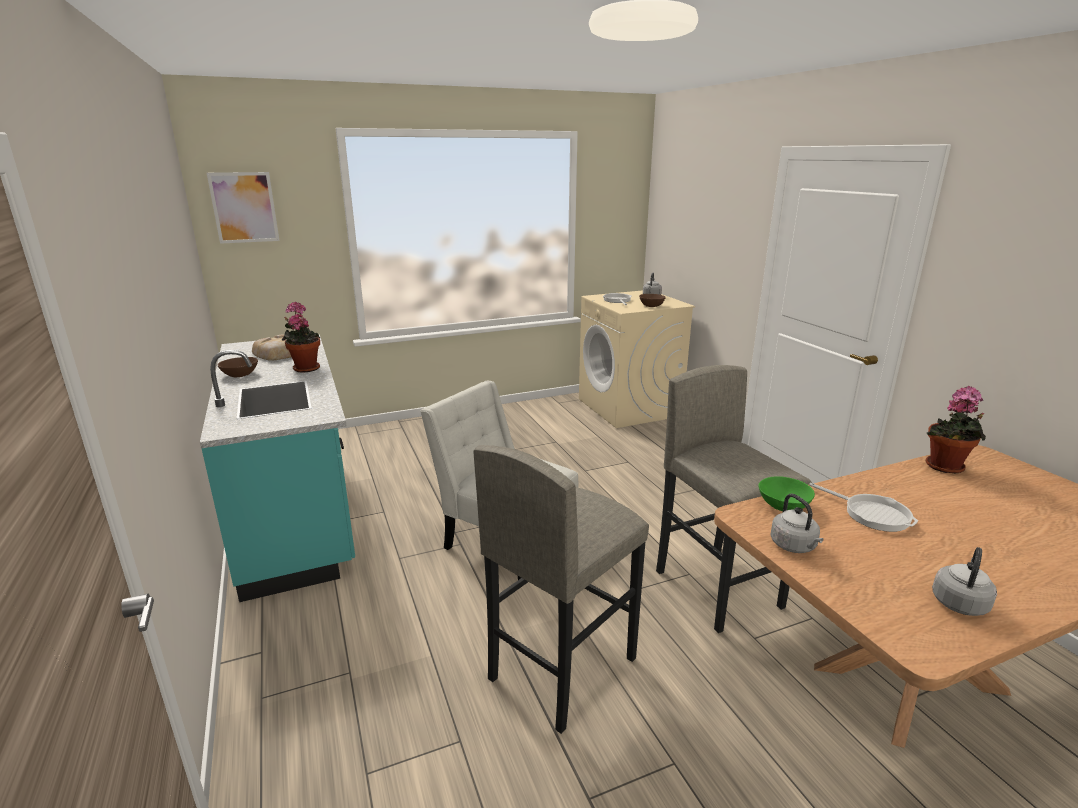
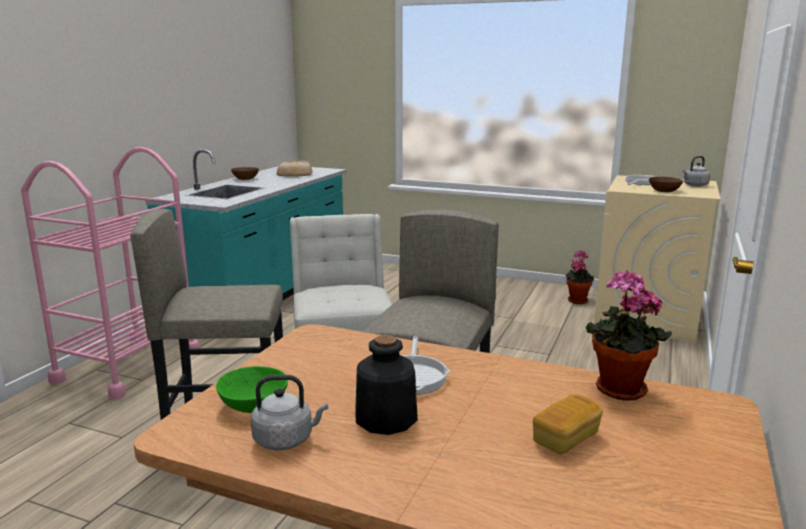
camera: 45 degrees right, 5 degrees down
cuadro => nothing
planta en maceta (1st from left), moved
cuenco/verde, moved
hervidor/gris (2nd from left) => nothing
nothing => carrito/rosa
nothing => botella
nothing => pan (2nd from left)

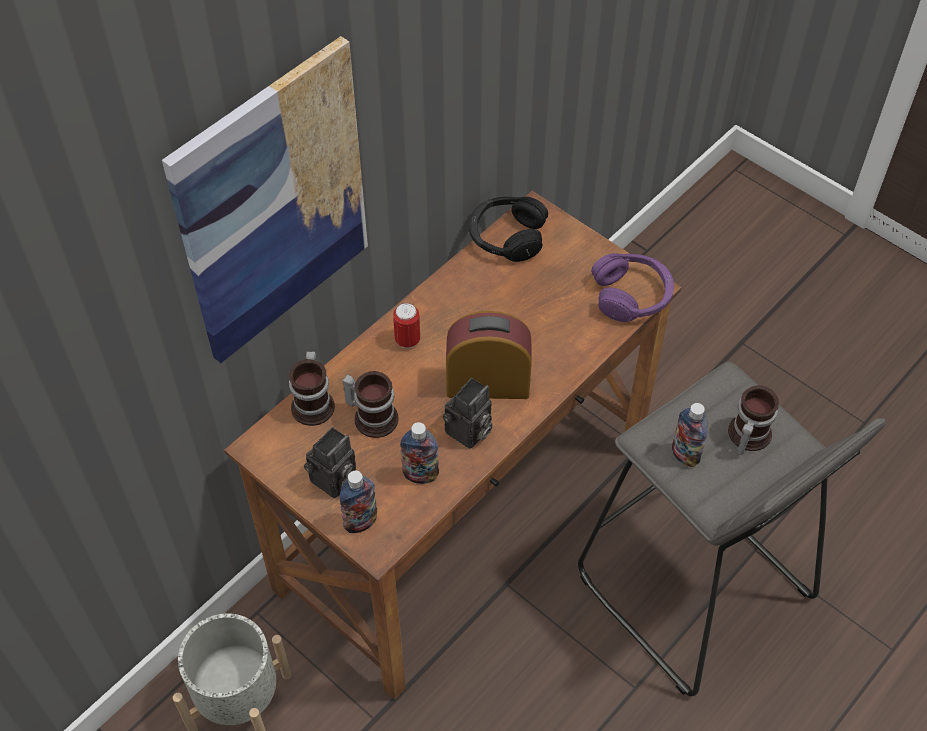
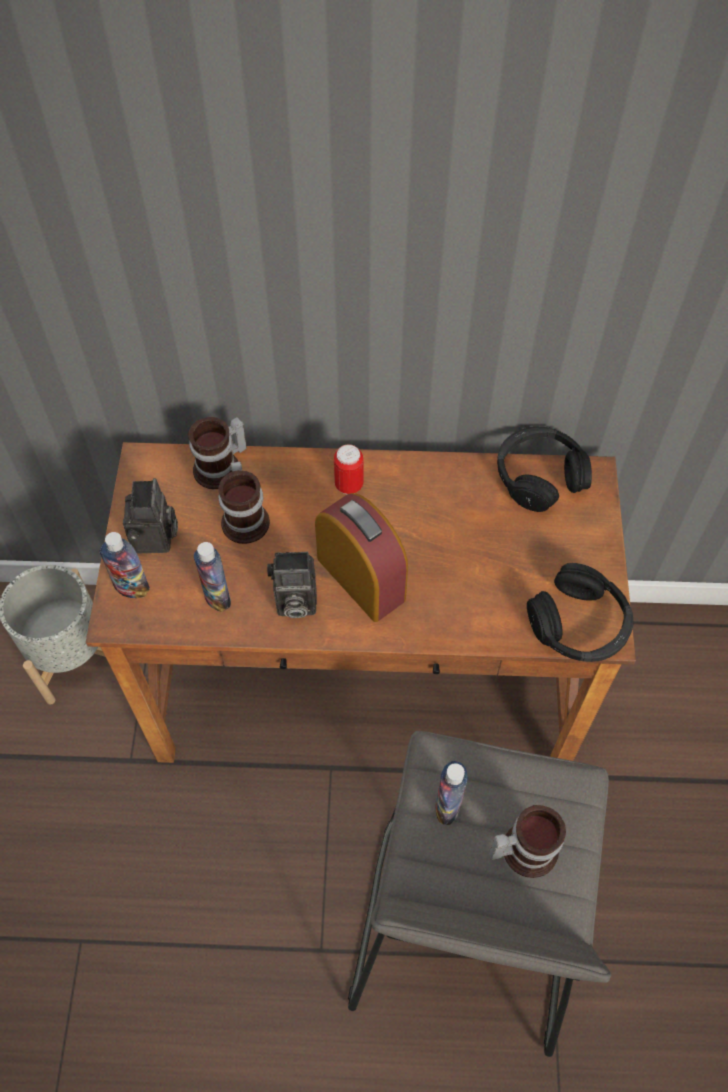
camera: 50 degrees right, 5 degrees up
cuadro => nothing
auriculares/morado => auriculares/negro (2nd from left)
cámara (1st from left), 90 degrees counterclockwise

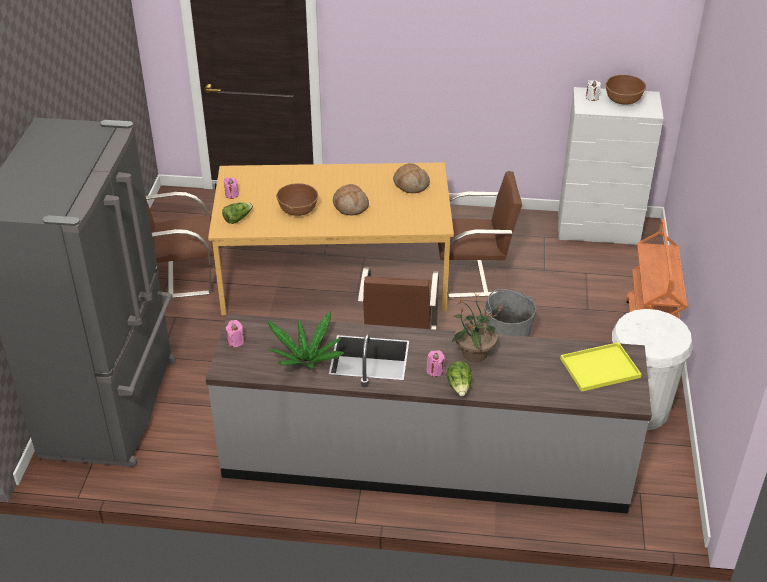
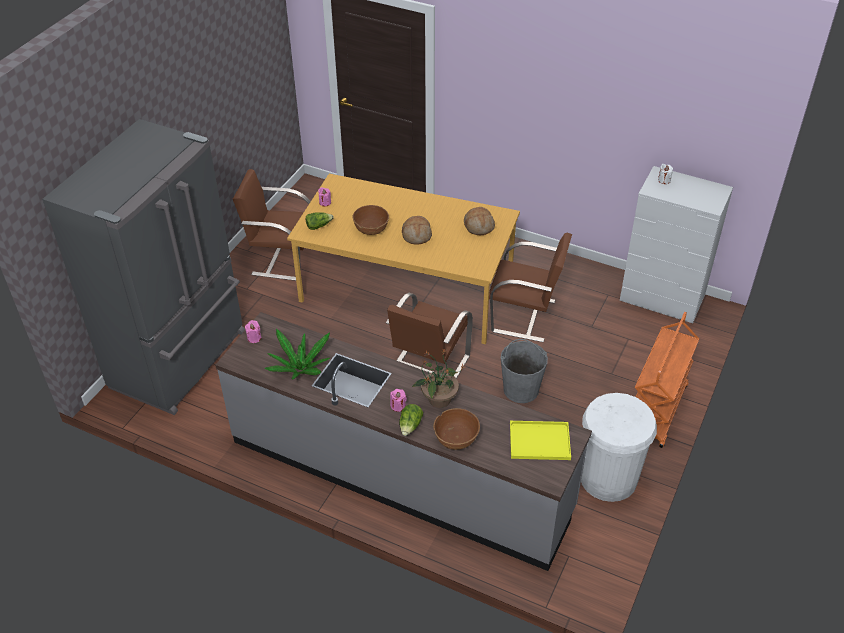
camera: 20 degrees right, 5 degrees up
cuenco/marrón (2nd from left), moved

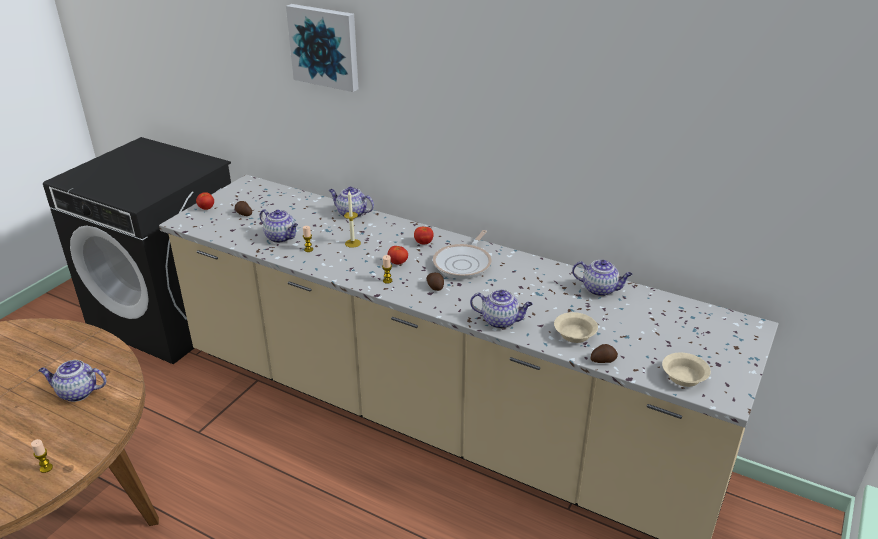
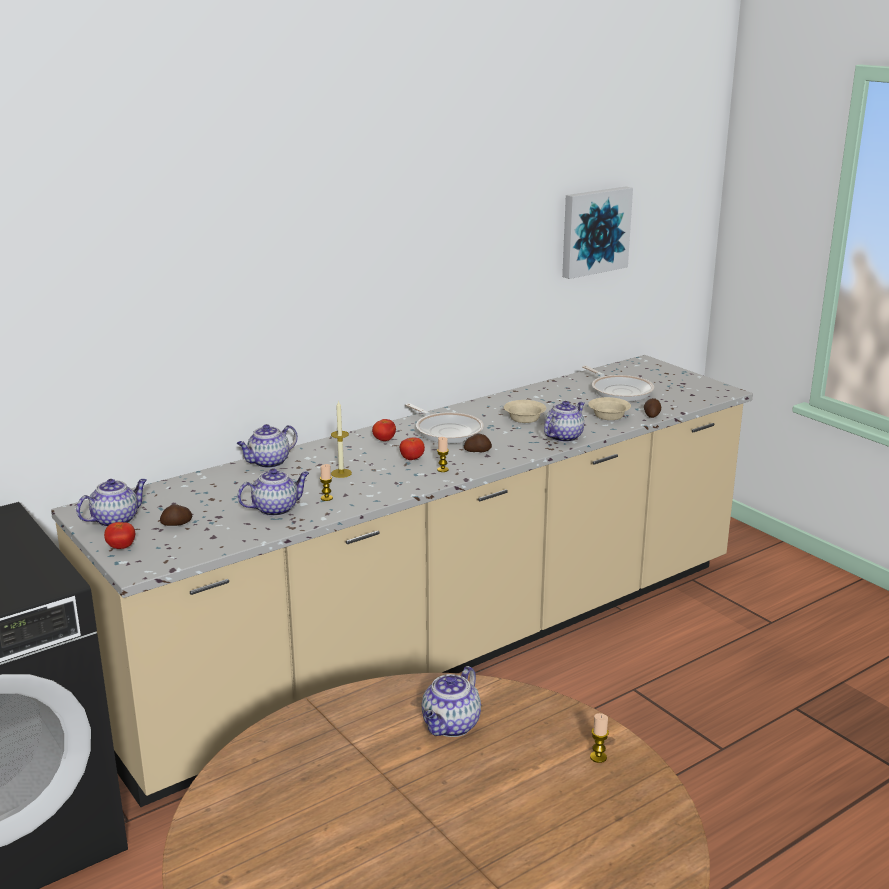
camera: 65 degrees left, 10 degrees down
cuadro, moved
tetera (5th from left in the first image) => tetera (1st from left), moved
cuenco/beis (2nd from left in the first image) => cuenco/beis (1st from left), moved
nothing => sartén (2nd from left)

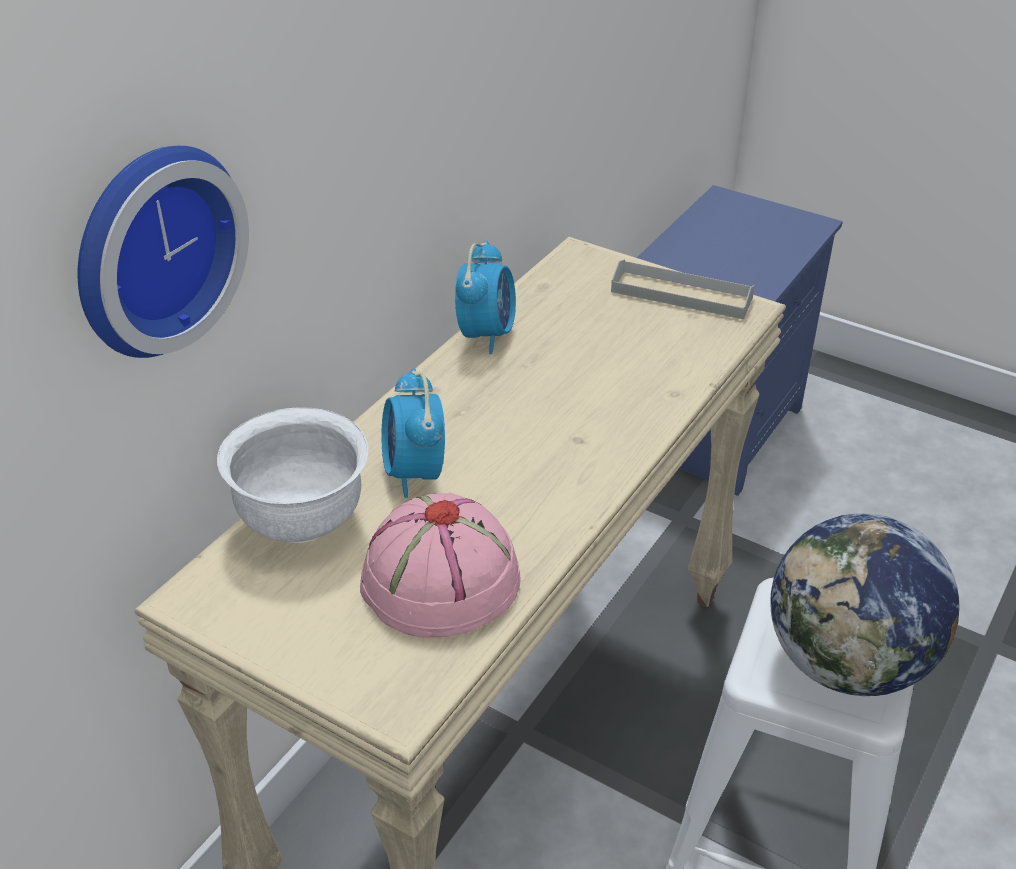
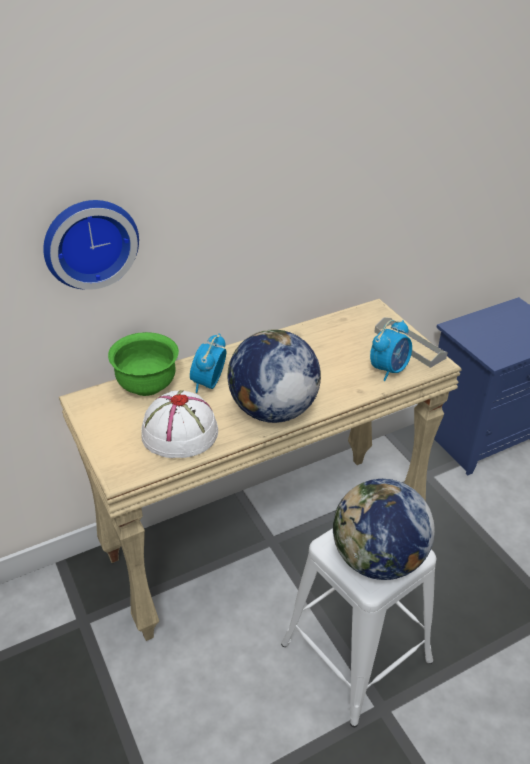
camera: 30 degrees right, 0 degrees up
despertador (2nd from left), moved
cuenco/blanco => cuenco/verde
sombrero/rosa => sombrero/blanco
nothing => globo terráqueo (1st from left)

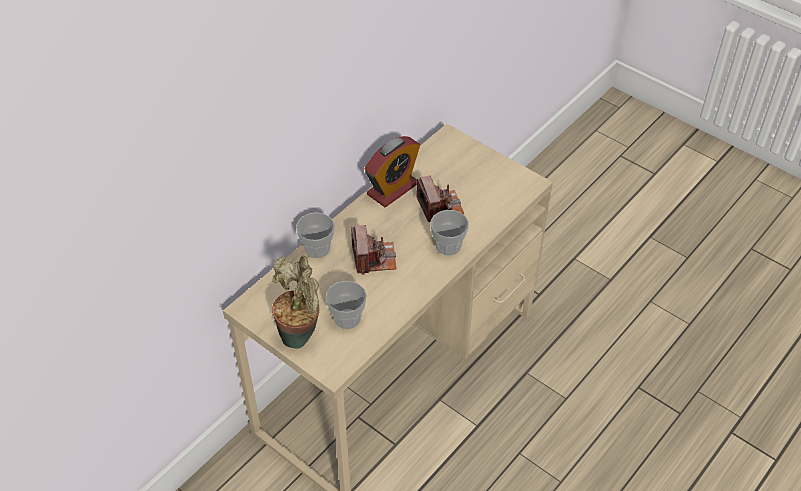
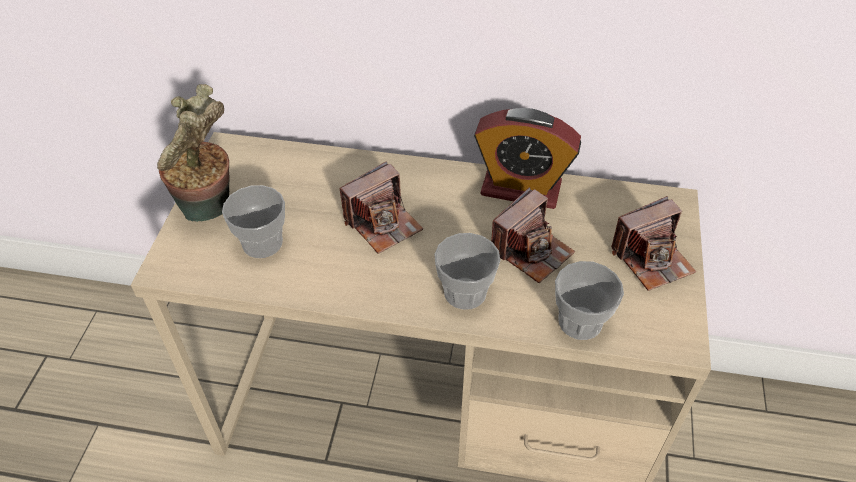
camera: 60 degrees right, 0 degrees up
taza (1st from left in the first image) => taza (3rd from left), moved
nothing => cámara (3rd from left)

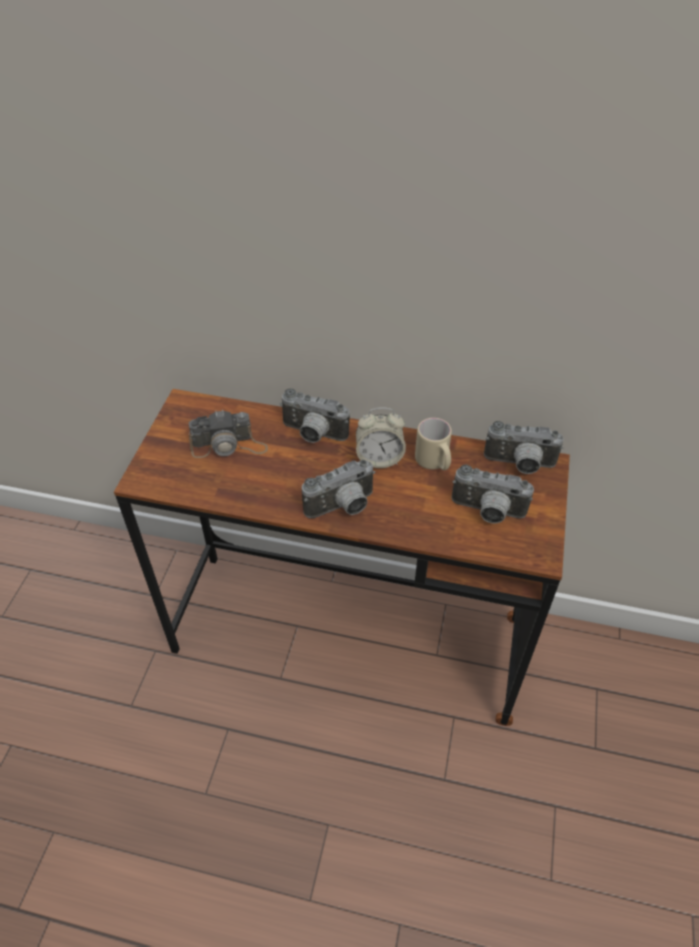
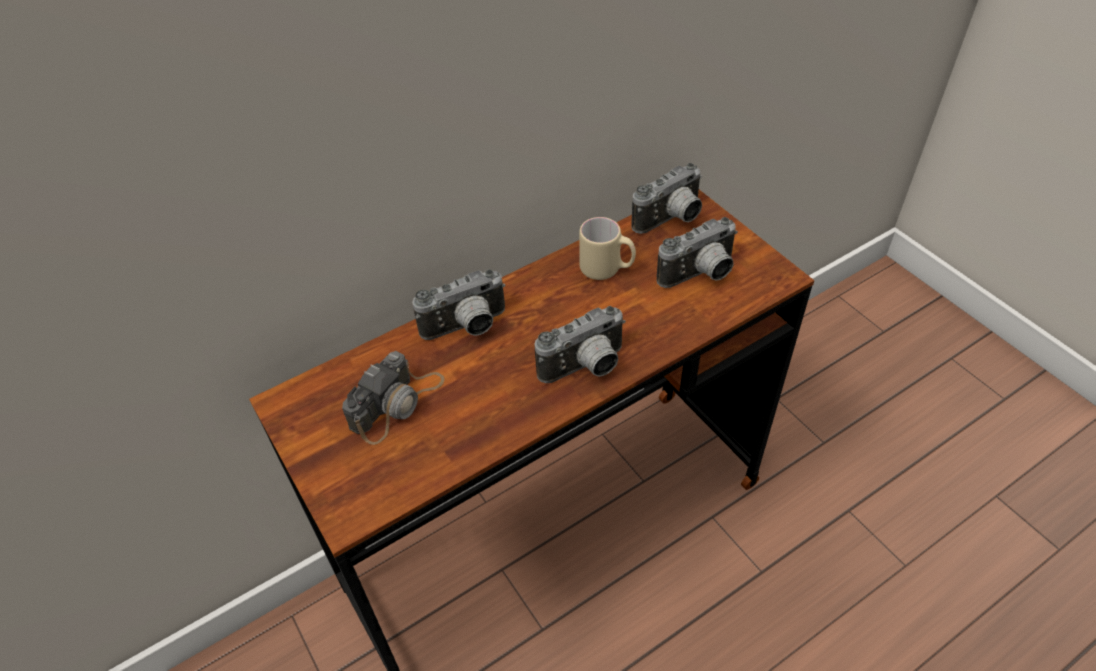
camera: 45 degrees left, 0 degrees up
despertador => nothing
cámara (3rd from left), 45 degrees clockwise

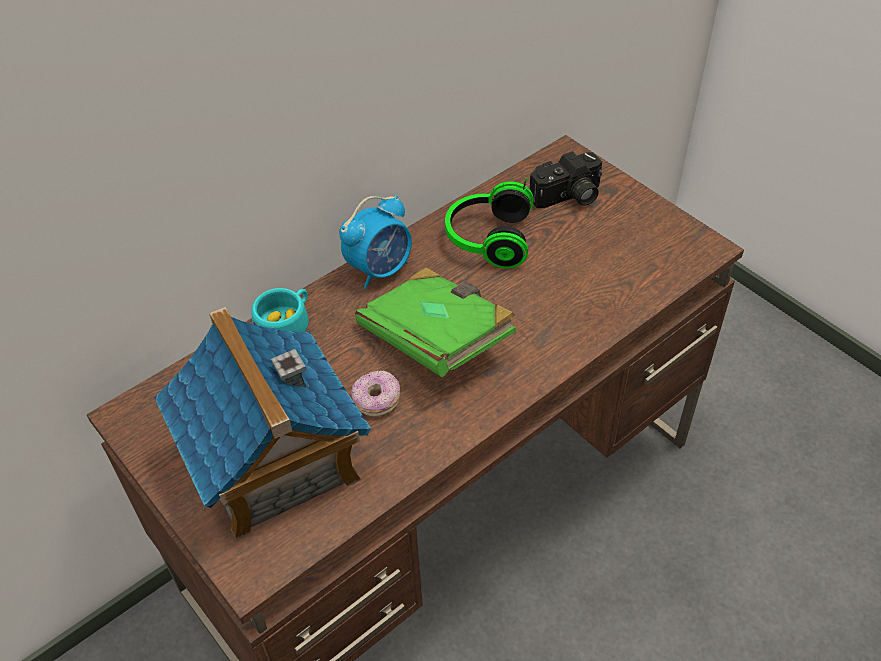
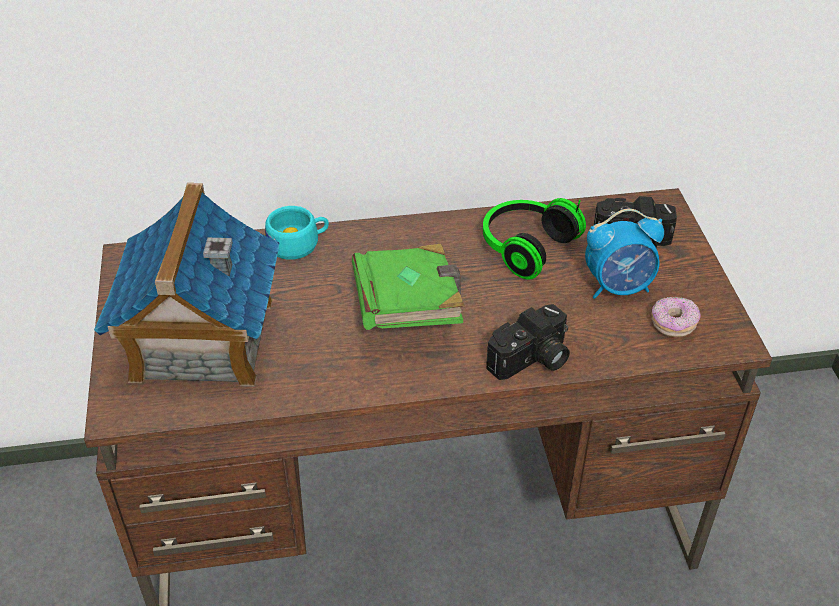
camera: 30 degrees right, 5 degrees down
despertador, moved
rosquilla, moved
nothing => cámara (1st from left)

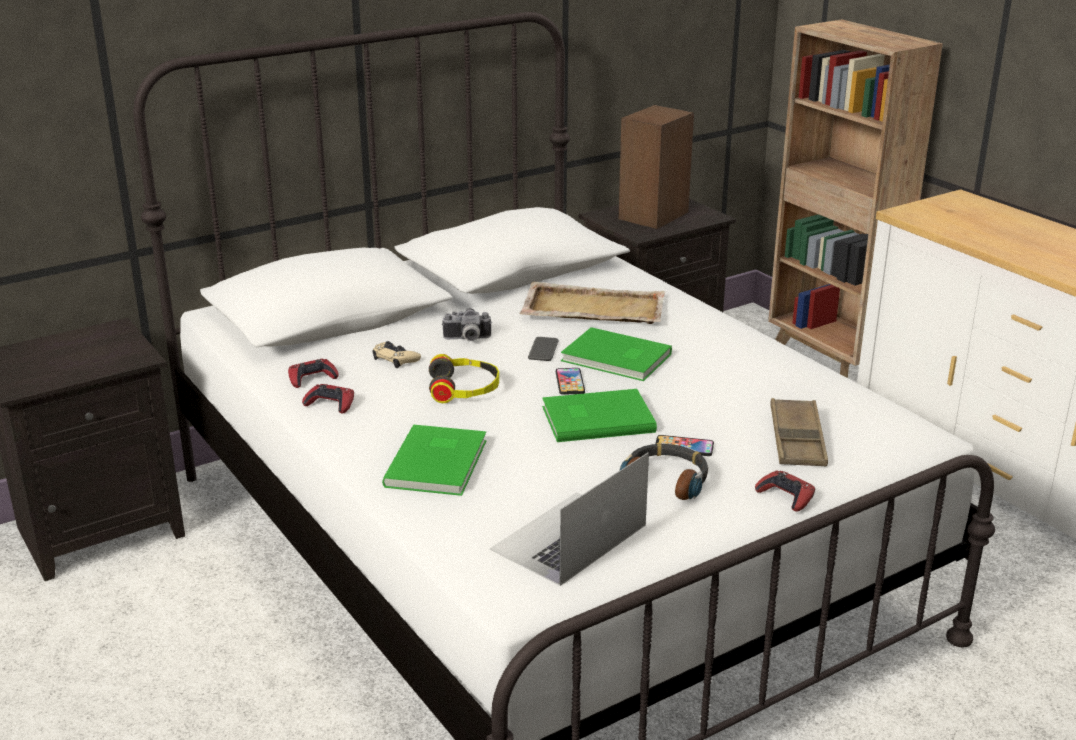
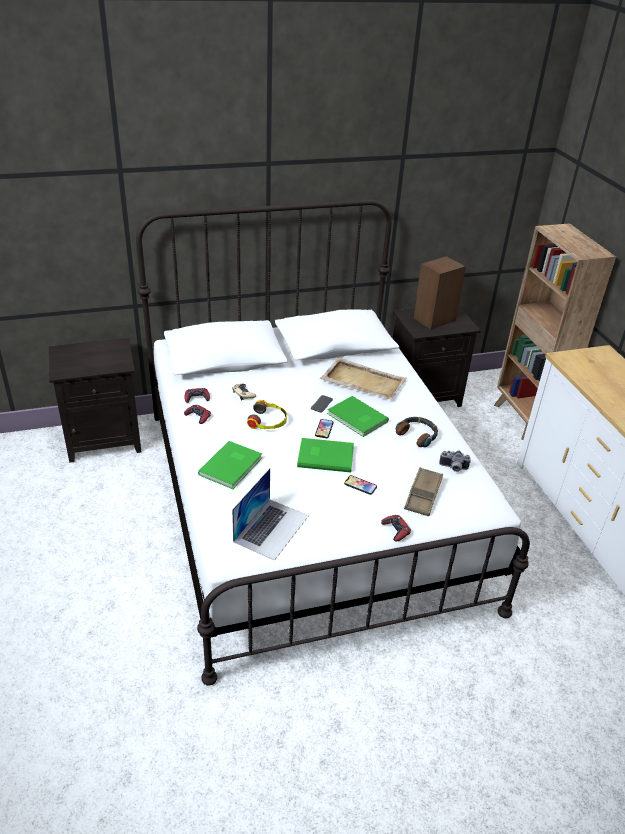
camera: 15 degrees right, 10 degrees up
cámara, moved
auriculares (2nd from left), moved
portátil, 150 degrees clockwise

